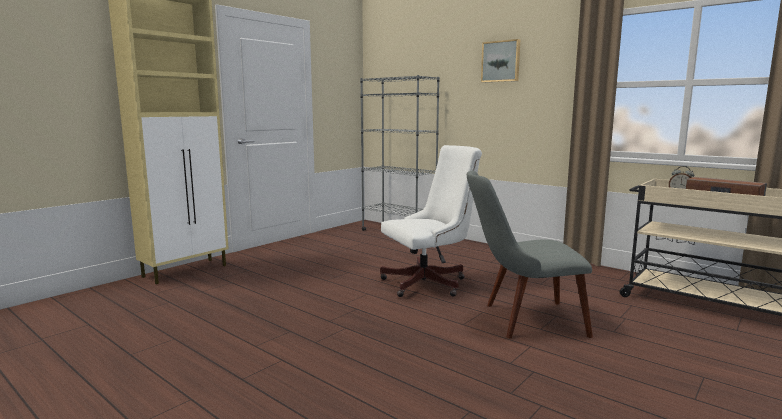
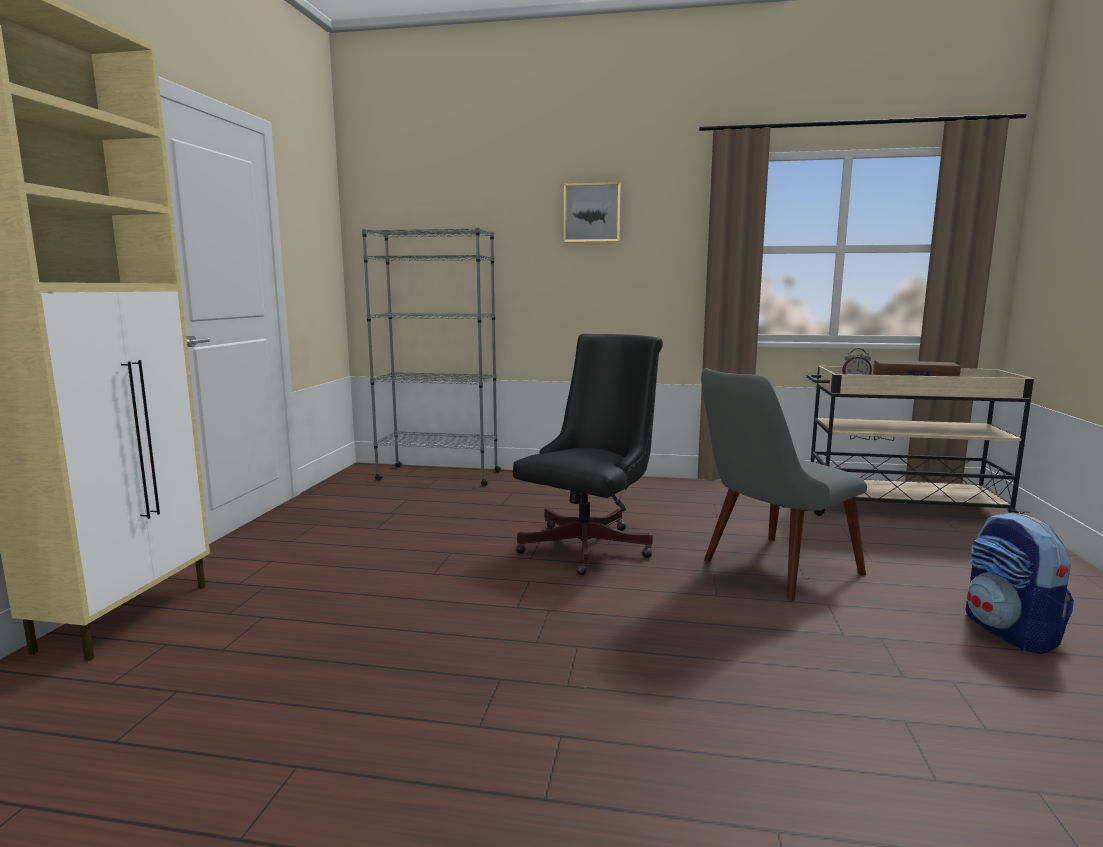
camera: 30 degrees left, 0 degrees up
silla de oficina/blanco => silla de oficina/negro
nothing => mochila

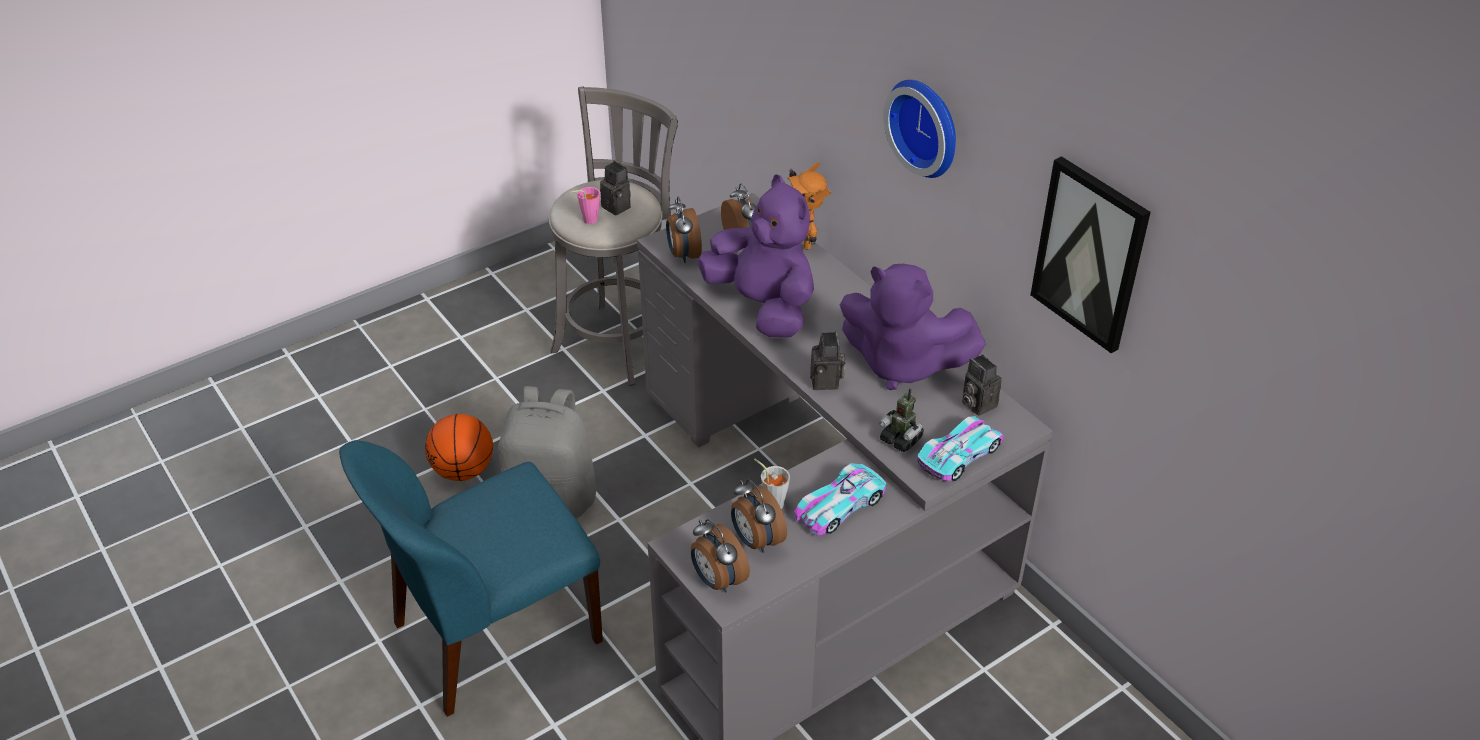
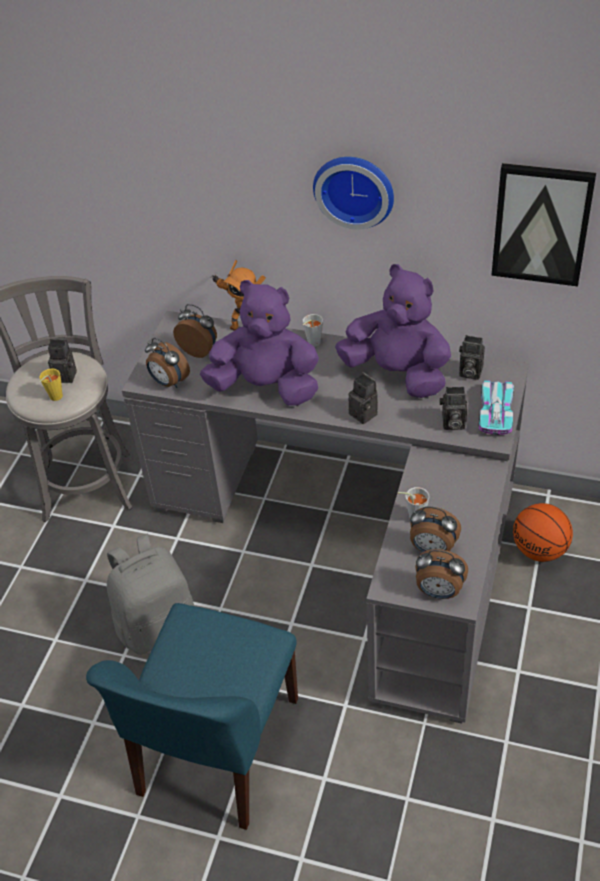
camera: 35 degrees left, 5 degrees up
taza/rosa => taza/amarillo
peluche/morado (2nd from left), 135 degrees counterclockwise
robot de juguete (2nd from left) => cámara (3rd from left)
balón de baloncesto, moved
coche de juguete (1st from left) => nothing
nothing => taza/gris (1st from left)

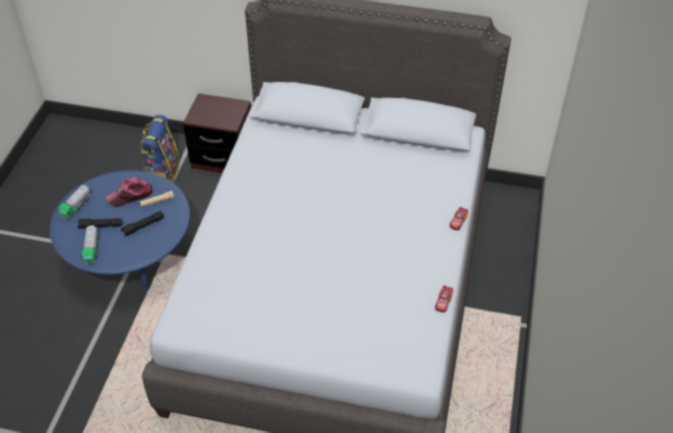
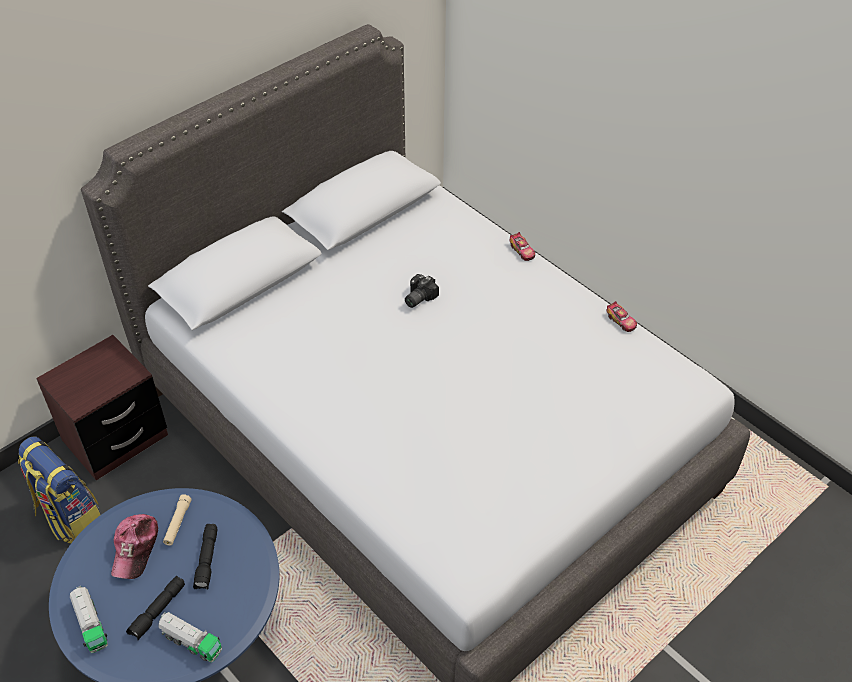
camera: 55 degrees left, 0 degrees up
nothing => cámara

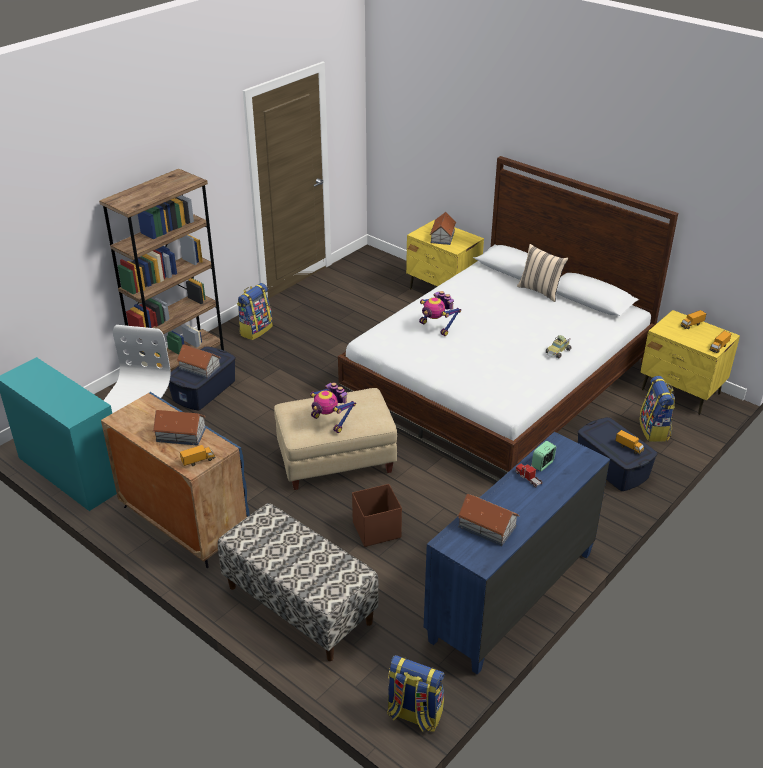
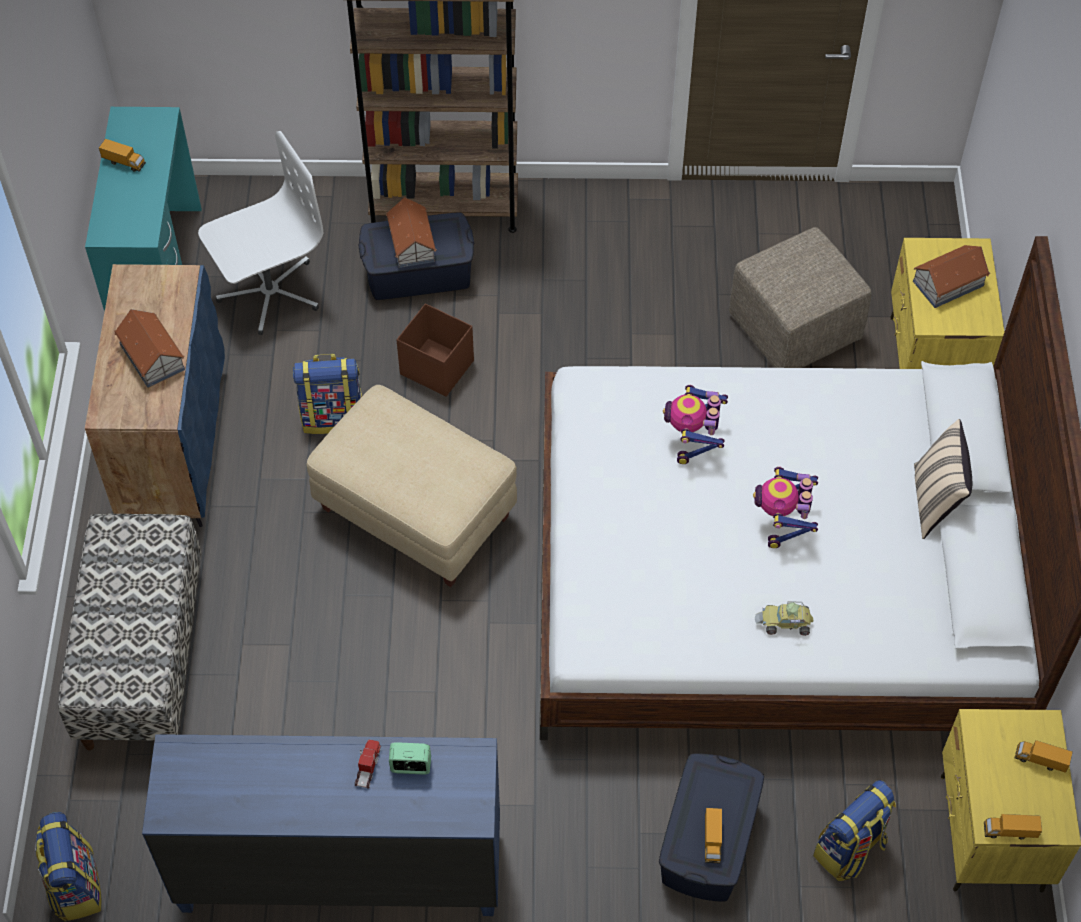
camera: 50 degrees right, 20 degrees up
mochila (1st from left in the first image) => mochila (2nd from left), moved
robot de juguete (1st from left in the first image) => robot de juguete (2nd from left), moved
camión de juguete (1st from left), moved
caja de almacenaje/marrón, moved
casita (4th from left) => nothing
nothing => puf/beis (2nd from left)

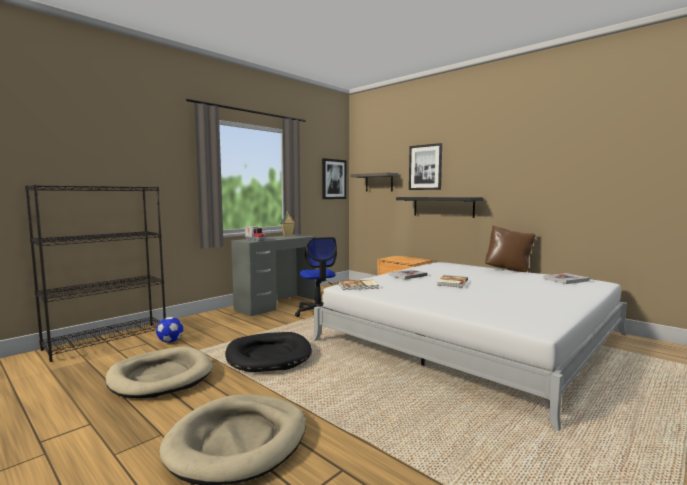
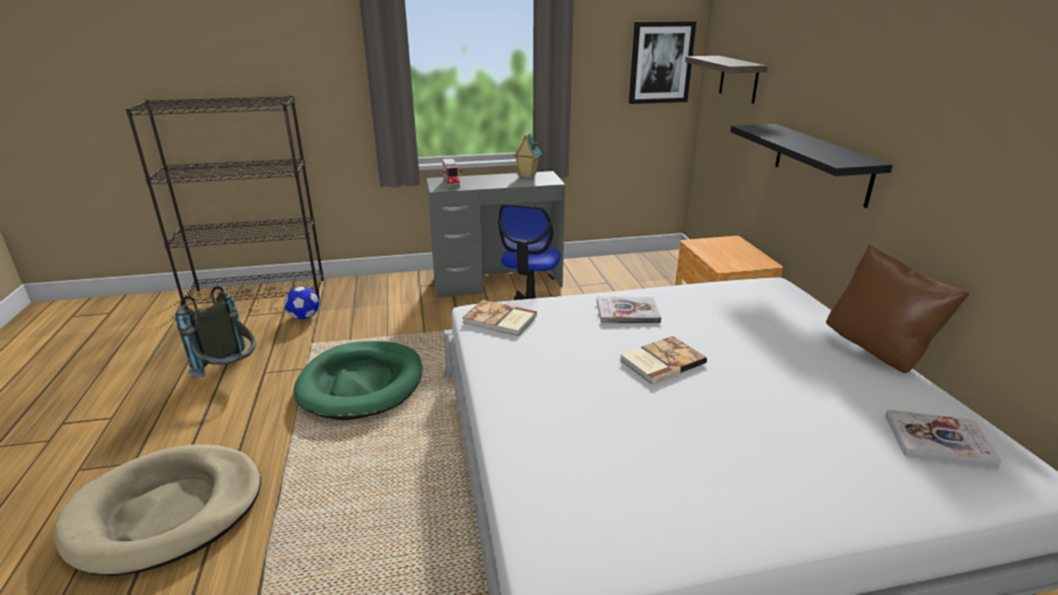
camera: 35 degrees right, 20 degrees up
cuadro (2nd from left) => nothing
cama para perro/negro => cama para perro/verde
cama para perro/beis (1st from left) => mochila/gris

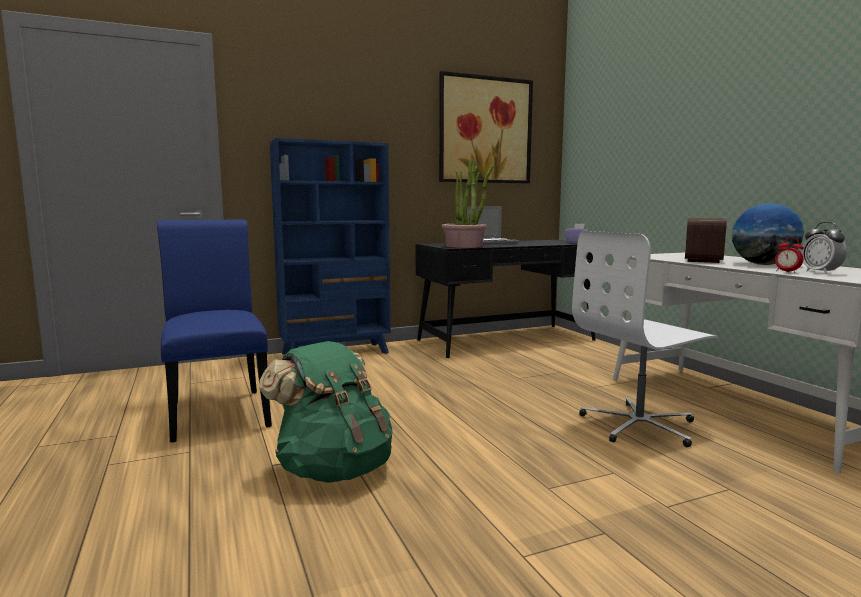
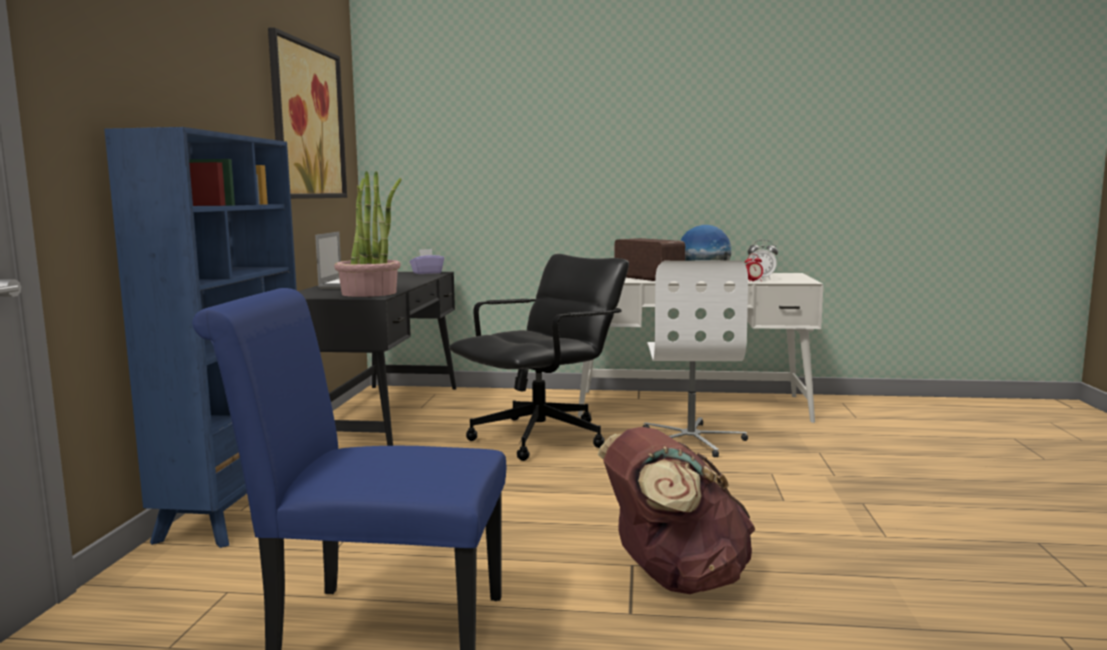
camera: 60 degrees left, 0 degrees up
mochila/verde => mochila/marrón
nothing => silla de oficina/negro

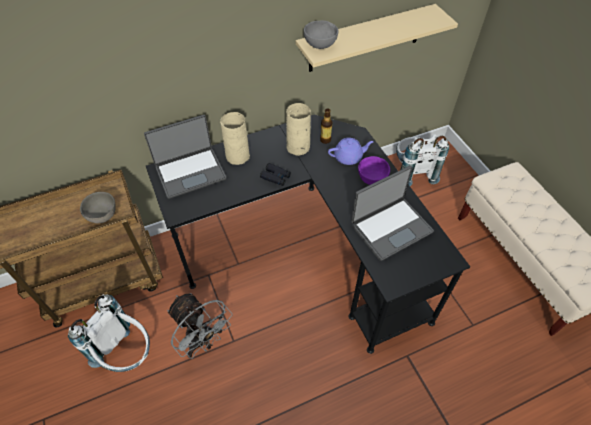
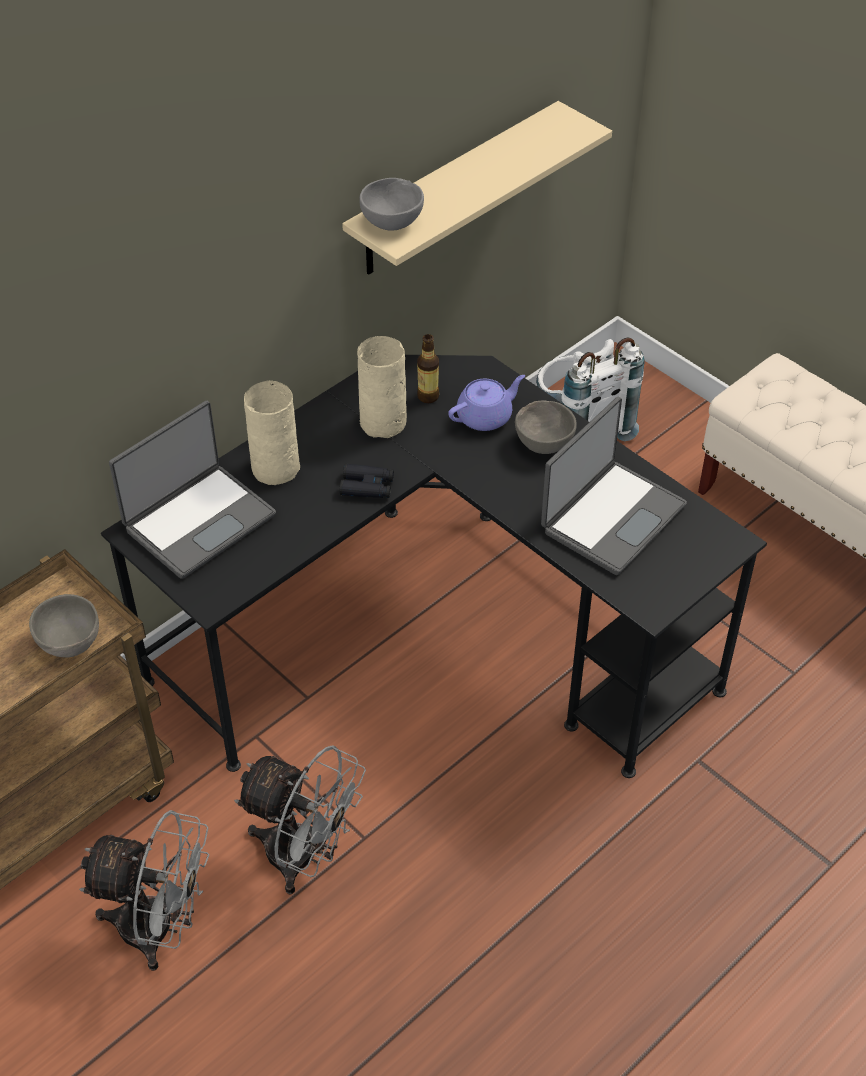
camera: 20 degrees left, 5 degrees down
cuenco/morado => cuenco/gris (3rd from left)
mochila/blanco (1st from left) => ventilador/gris (1st from left)

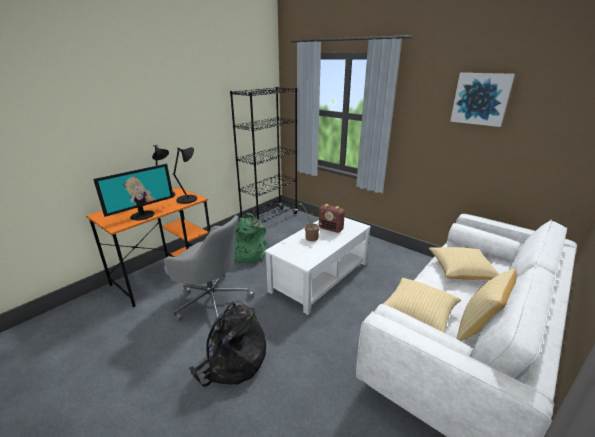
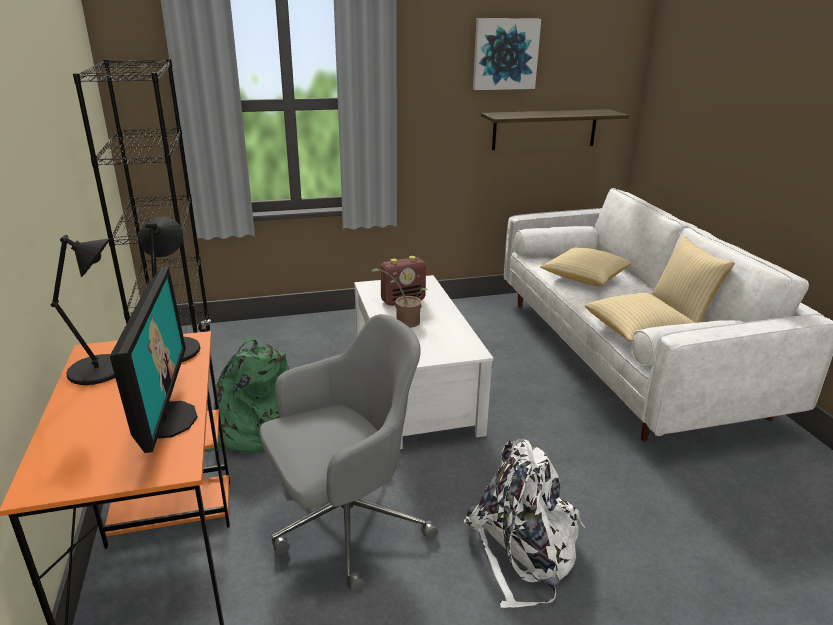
camera: 55 degrees left, 0 degrees up
mochila/negro => mochila/blanco
nothing => estante

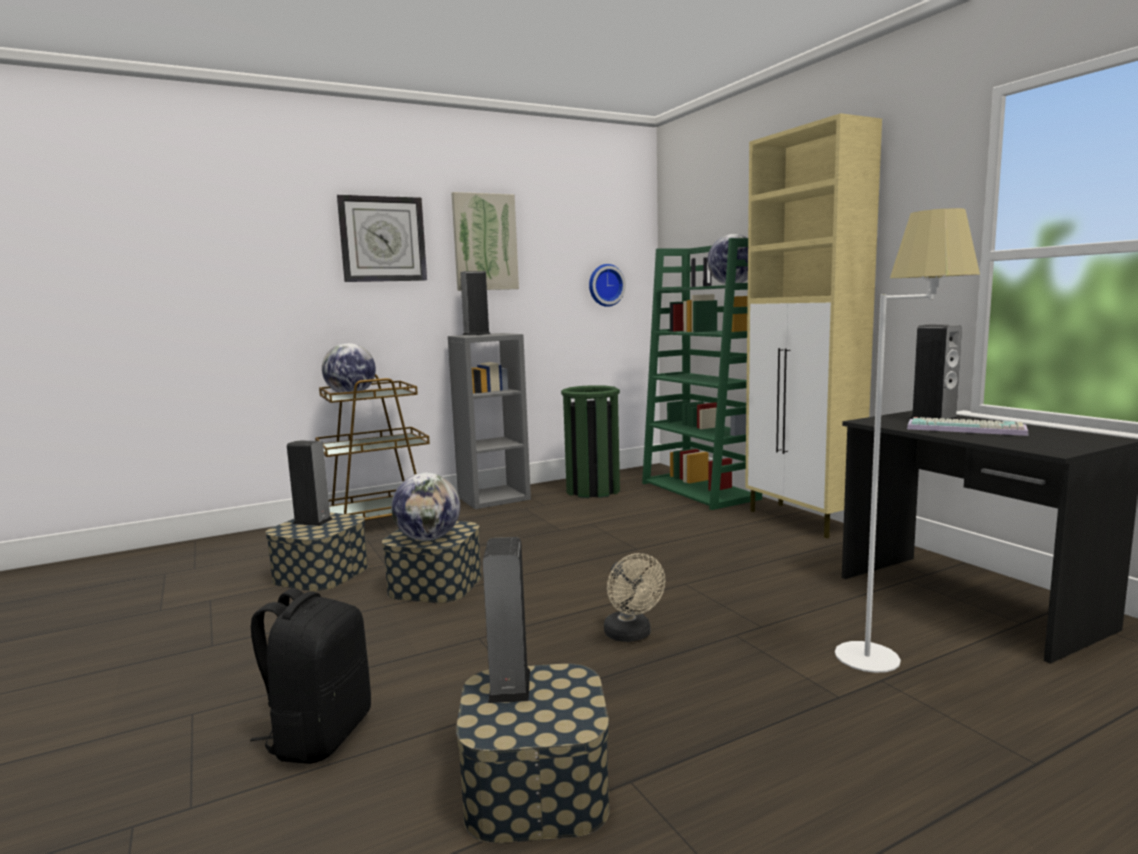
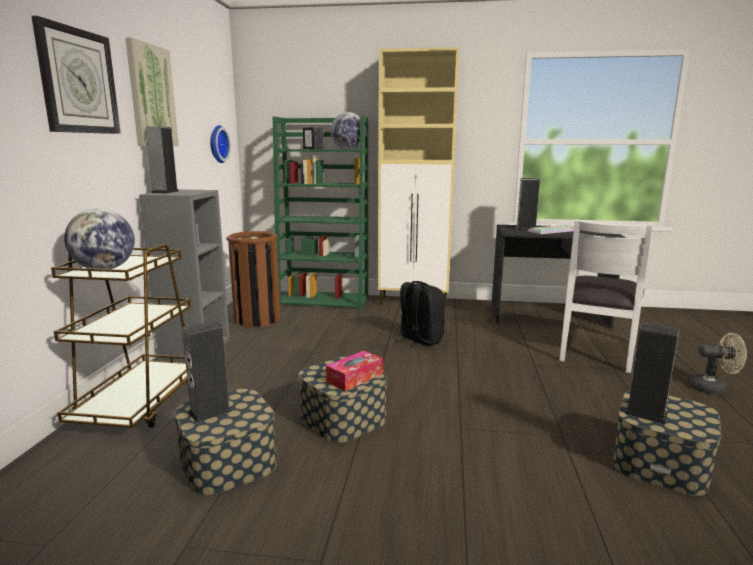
camera: 55 degrees left, 5 degrees up
lámpara de pie/blanco => silla/blanco
papelera/verde => papelera/marrón
globo terráqueo (2nd from left) => caja de pañuelos
ventilador/beis, moved
mochila/negro, moved

